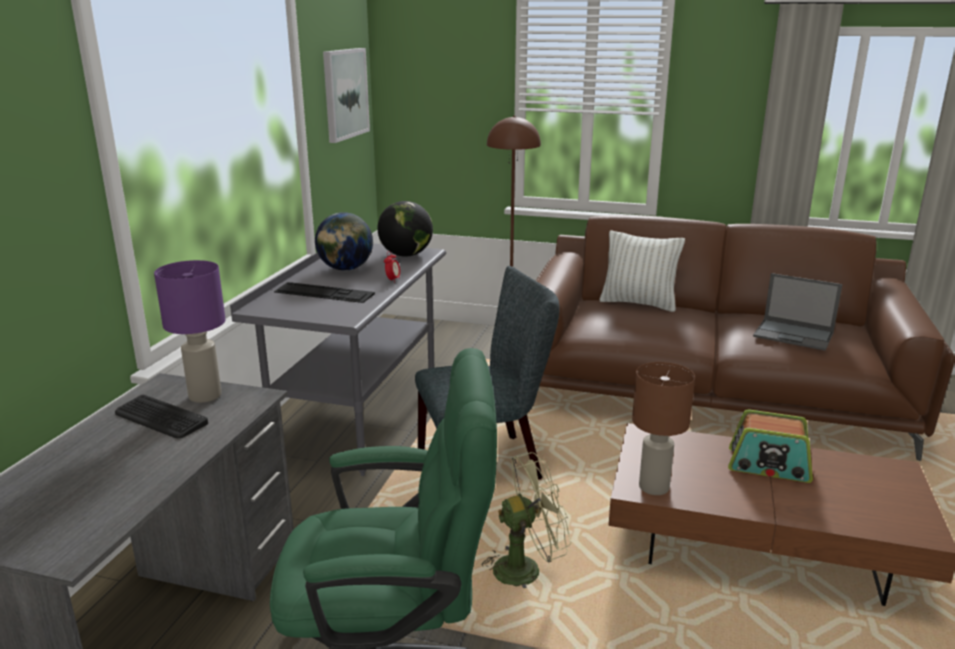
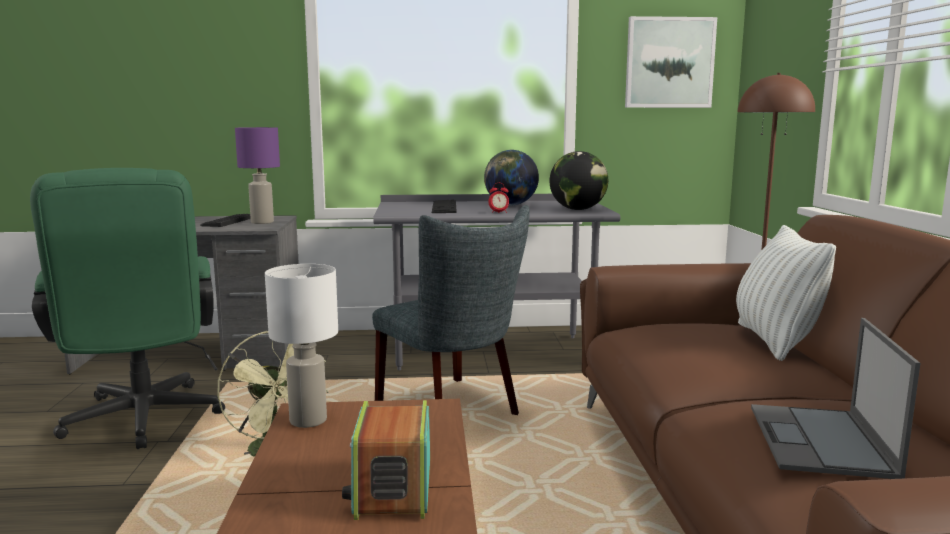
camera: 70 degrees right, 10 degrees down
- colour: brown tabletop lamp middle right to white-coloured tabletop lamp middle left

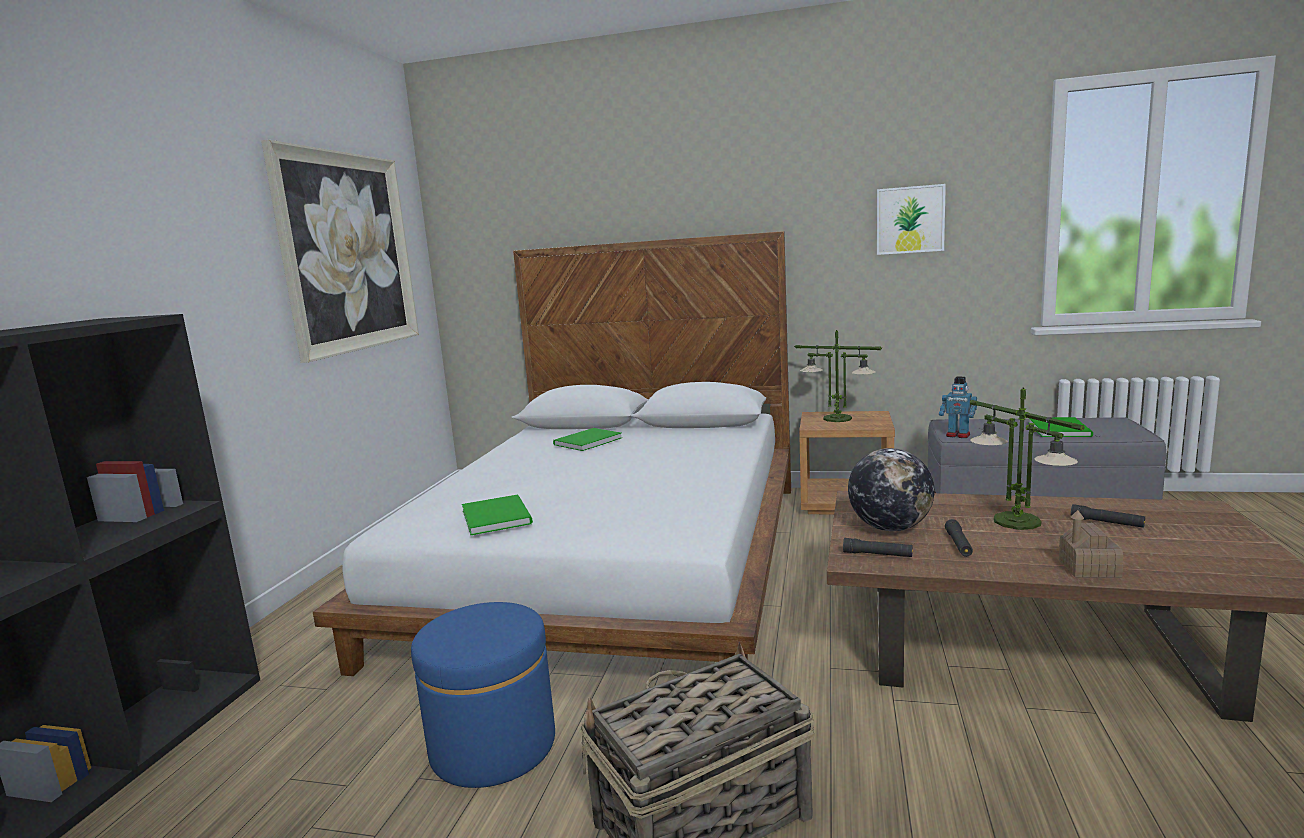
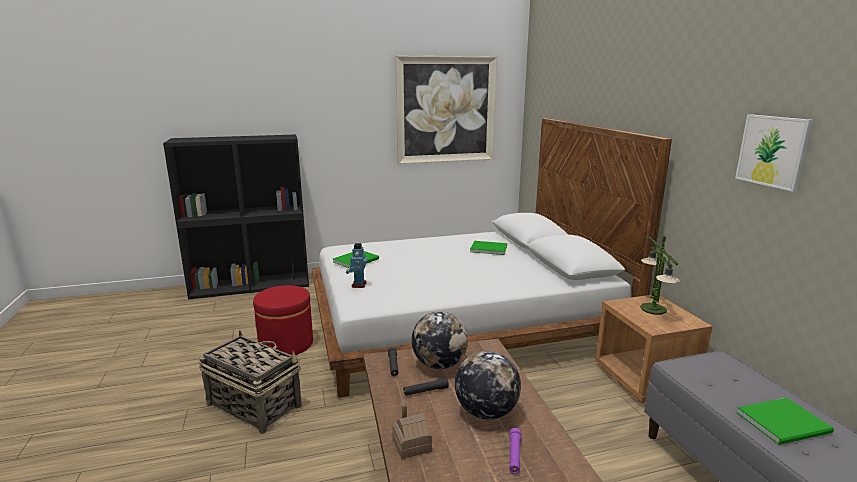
camera: 60 degrees right, 5 degrees up
- colour: blue footrest bottom centre to red-coloured footrest middle left
- relocated: robot figure middle right to centre
- exchanged: tabletop lamp (no. 2 from left) middle right to world globe (no. 2 from left) bottom centre
- colour: black-coloured flashlight (no. 3 from left) middle right to purplish flashlight bottom centre

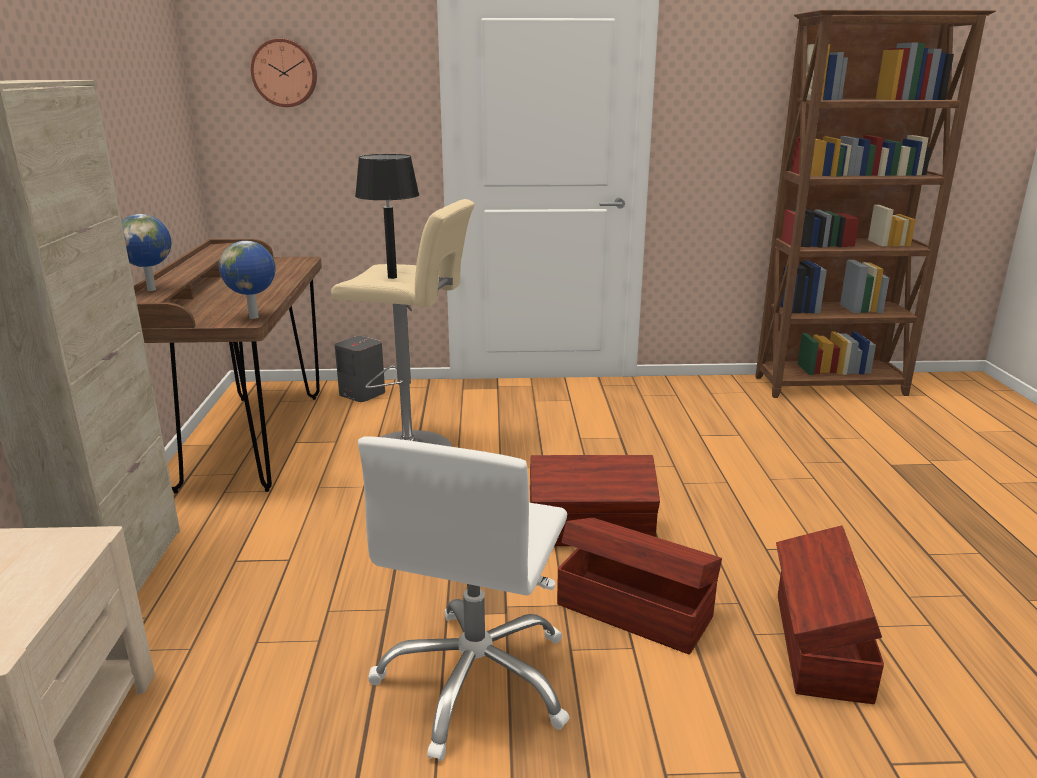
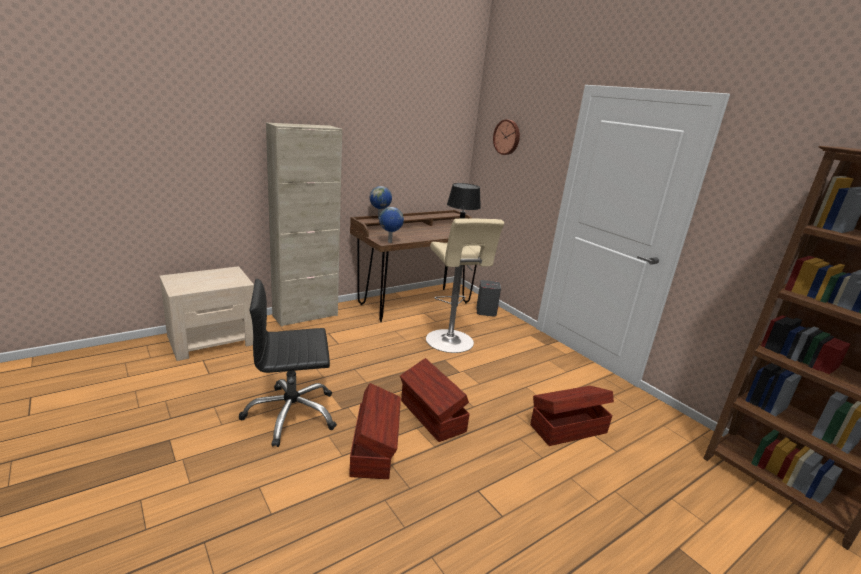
camera: 55 degrees right, 0 degrees up
- colour: white-coloured computer chair bottom centre to black-coloured computer chair centre
- relocated: brown storage bin (no. 3 from left) bottom right to bottom centre

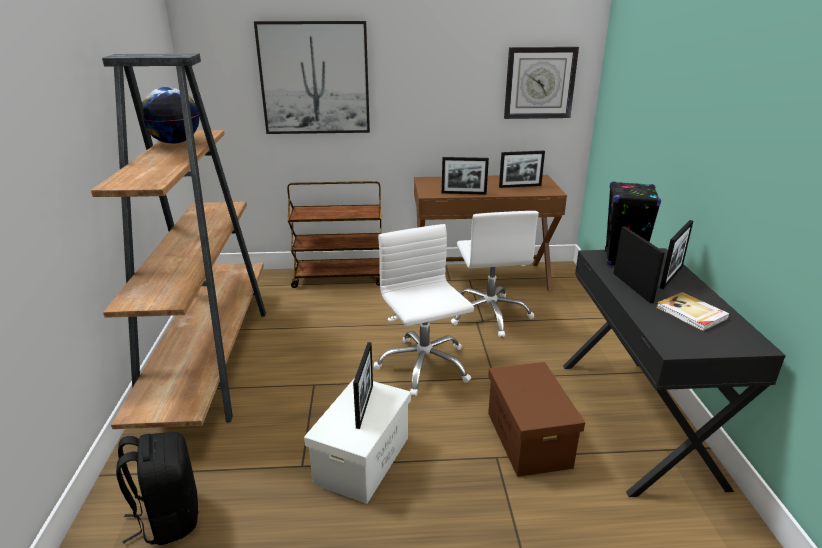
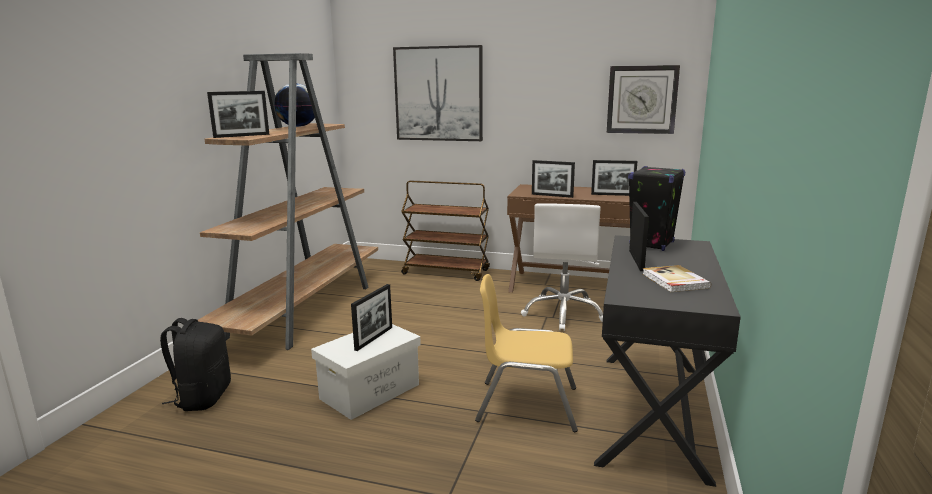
camera: 20 degrees right, 10 degrees down
- missing: white-coloured computer chair (no. 1 from left) centre
- exchanged: brown storage bin bottom centre to yellow-coloured upright chair bottom centre
- relocated: standing frame (no. 5 from left in the first image) middle right to standing frame (no. 1 from left) top left

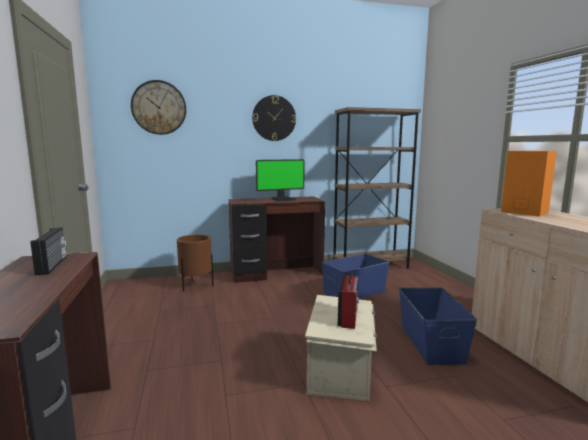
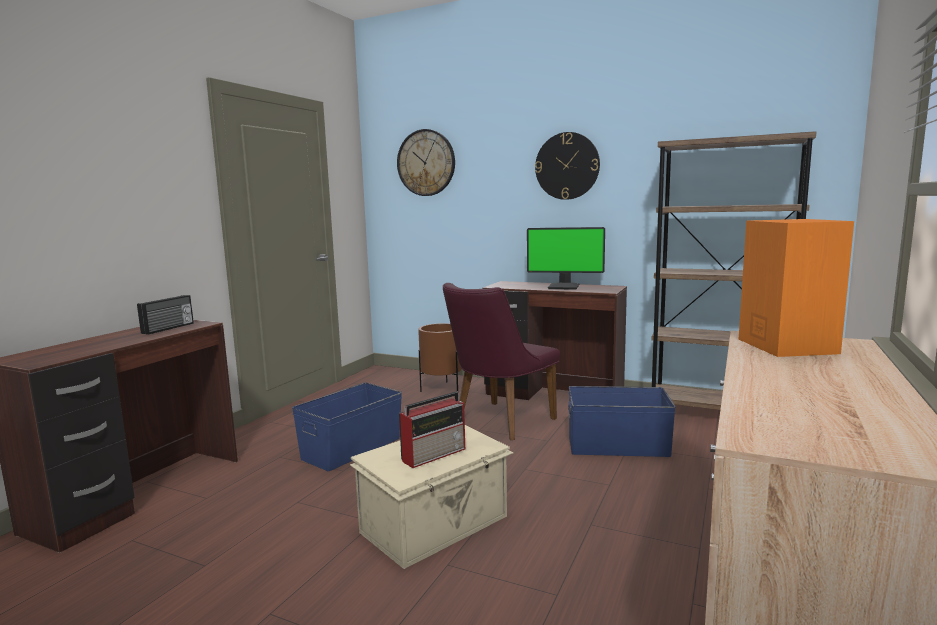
camera: 40 degrees right, 0 degrees up
- relocated: blue storage bin (no. 2 from left in the first image) bottom right to blue storage bin (no. 1 from left) bottom centre
- appeared: purplish upright chair centre

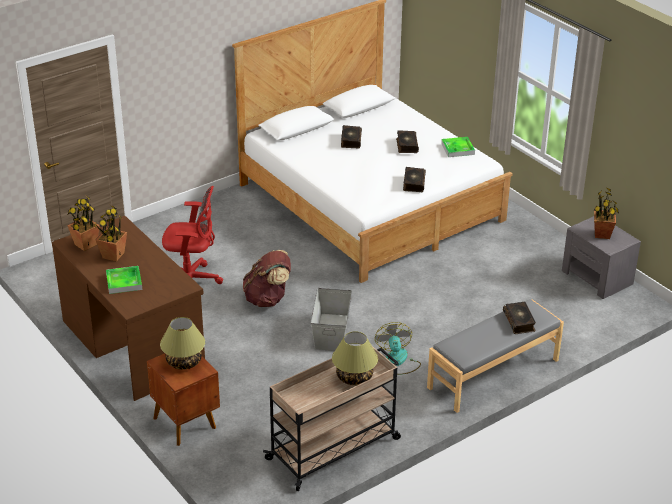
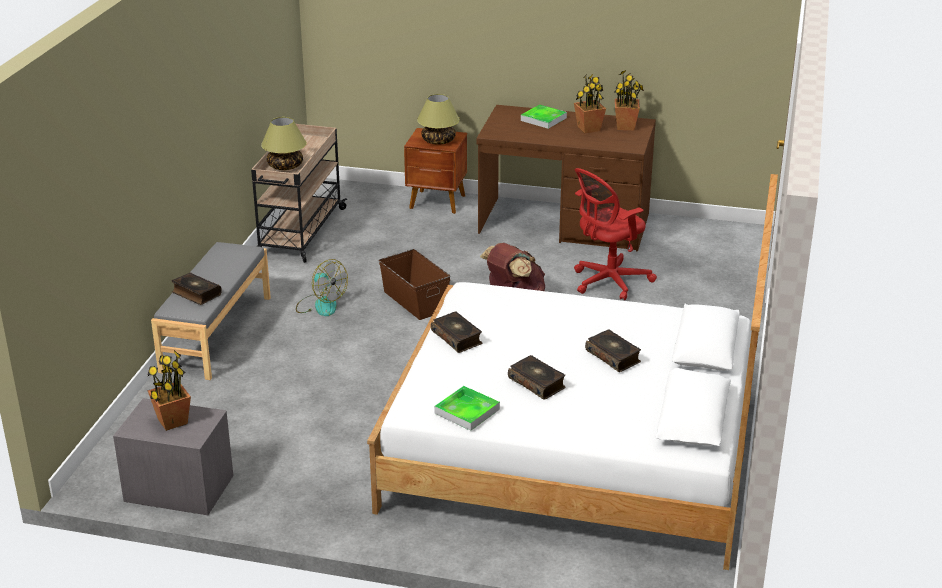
camera: 140 degrees right, 5 degrees down
- colour: greyish storage bin centre to brown storage bin centre

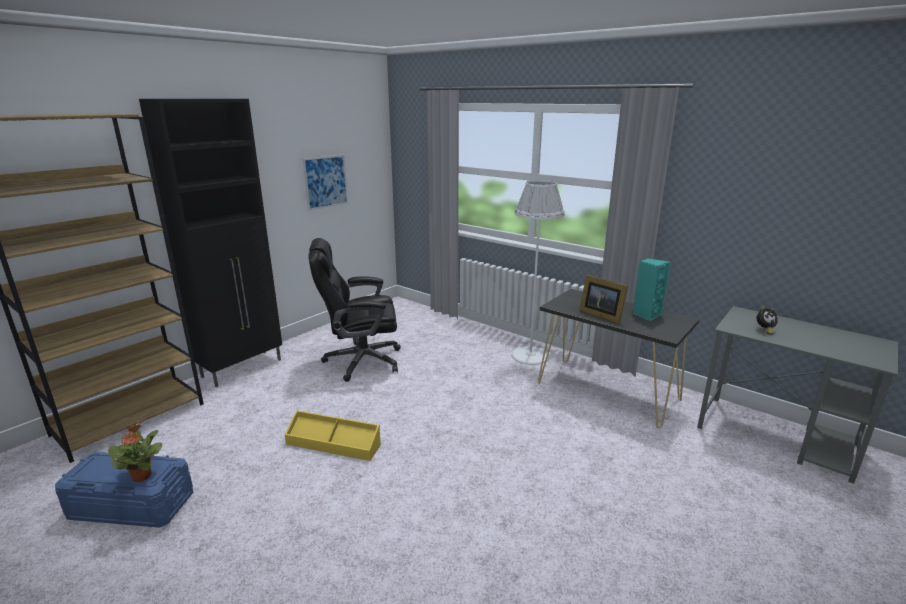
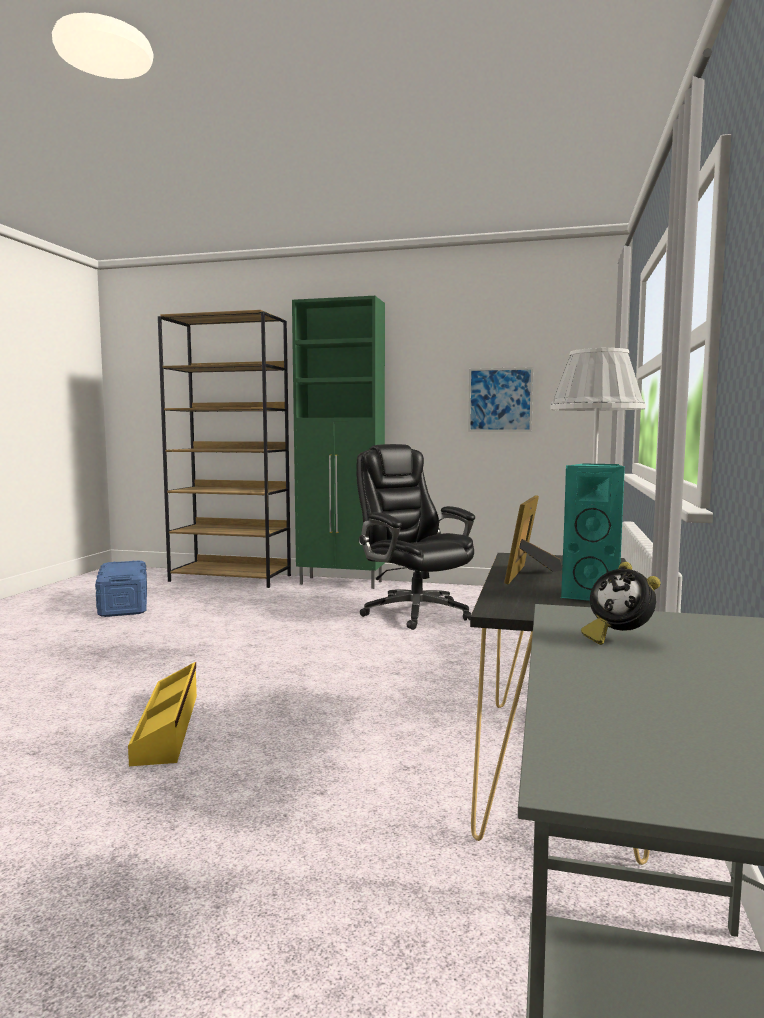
camera: 65 degrees right, 15 degrees down
- missing: plant in a pot bottom left
- colour: black-coloured cabinet middle left to green-coloured cabinet centre
- relocated: yellow-coloured storage bin bottom centre to bottom left

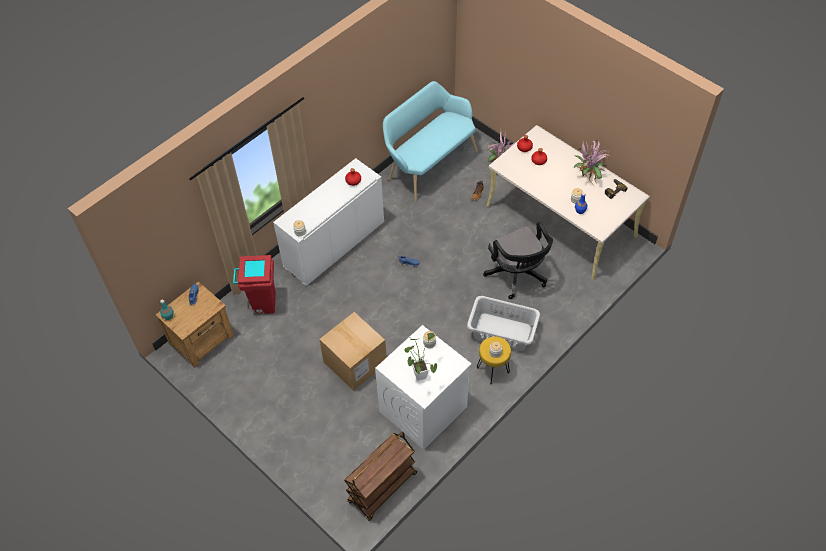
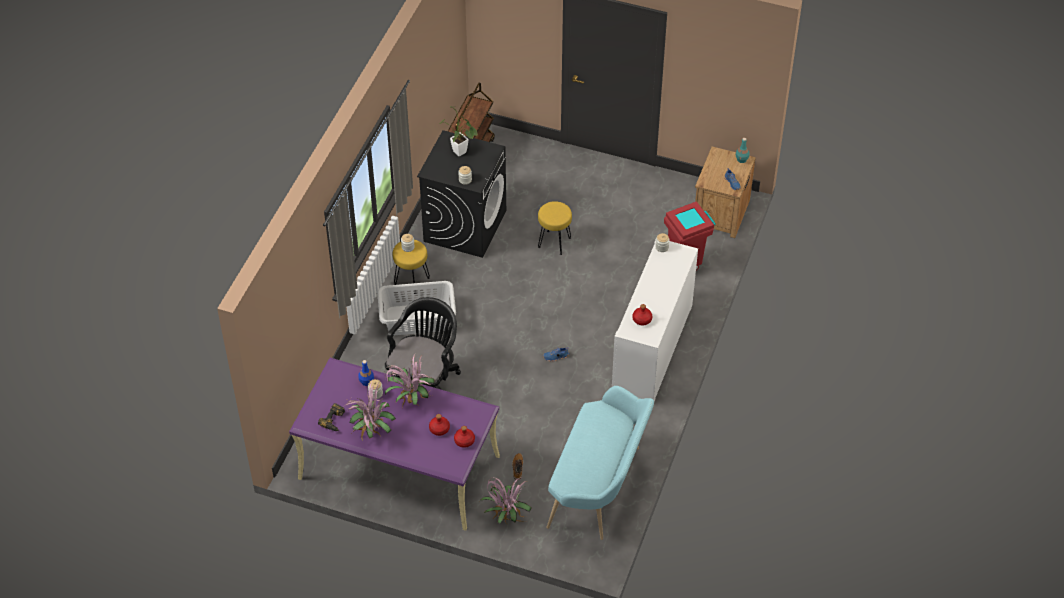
camera: 155 degrees right, 5 degrees down
- exchanged: carton centre to yellow-coloured stool (no. 2 from left) centre
- colour: white-coloured laundry machine bottom centre to black-coloured laundry machine top centre
- spun: black-coloured computer chair centre = centre 75 degrees clockwise
- colour: beige desk middle right to purplish desk bottom centre
- appeared: plant in a pot (no. 2 from left) centre

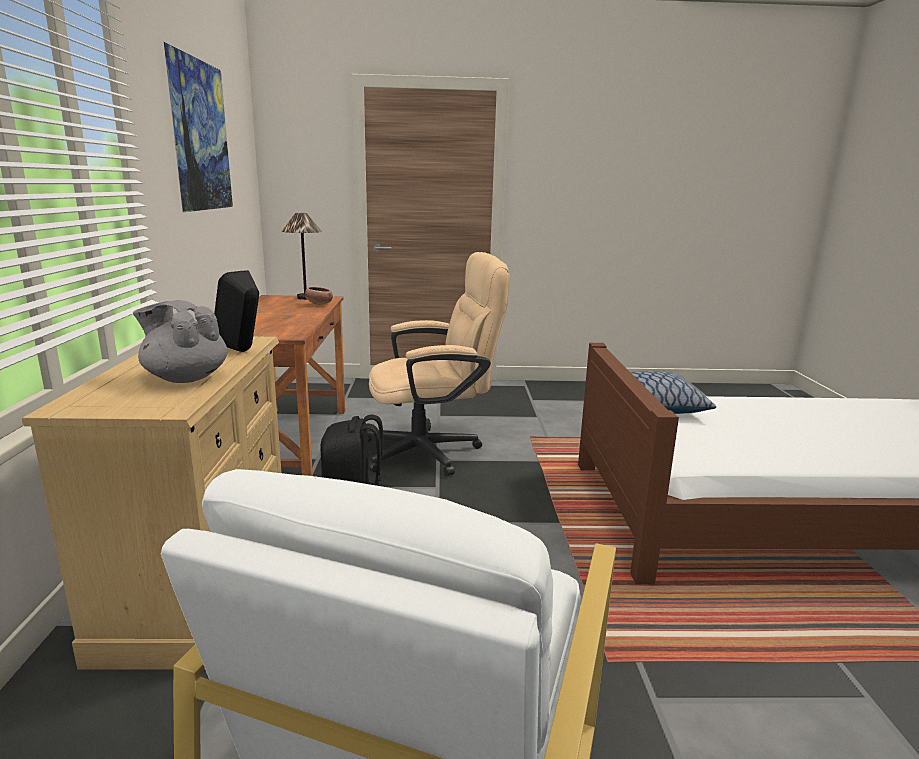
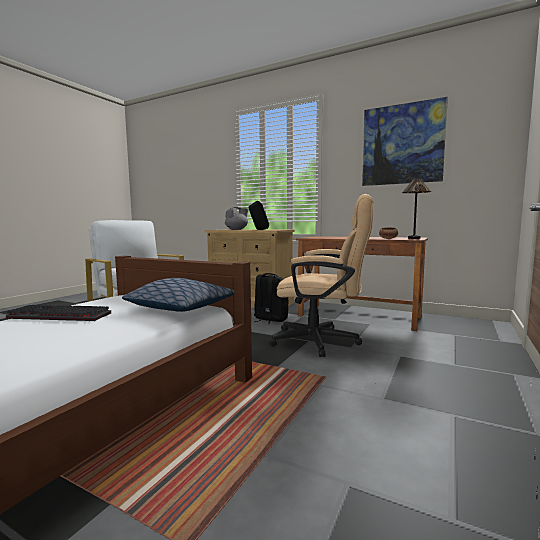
camera: 120 degrees right, 10 degrees down
- spun: beige computer chair centre = centre 90 degrees counterclockwise
- appeared: keyboard middle left

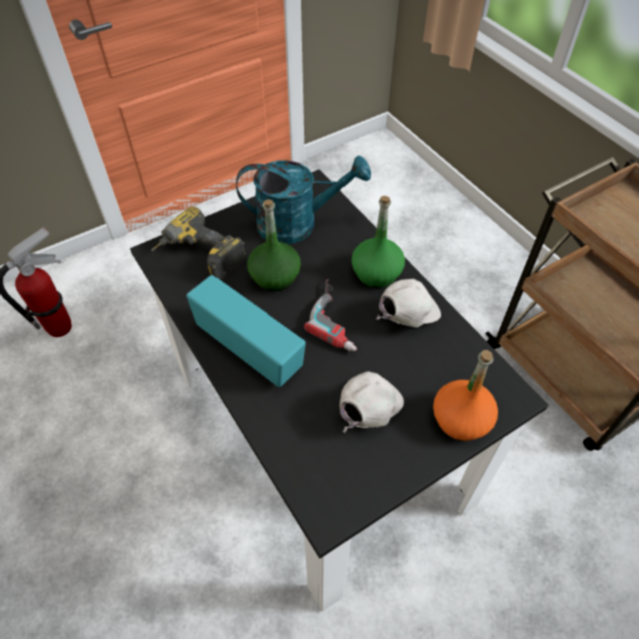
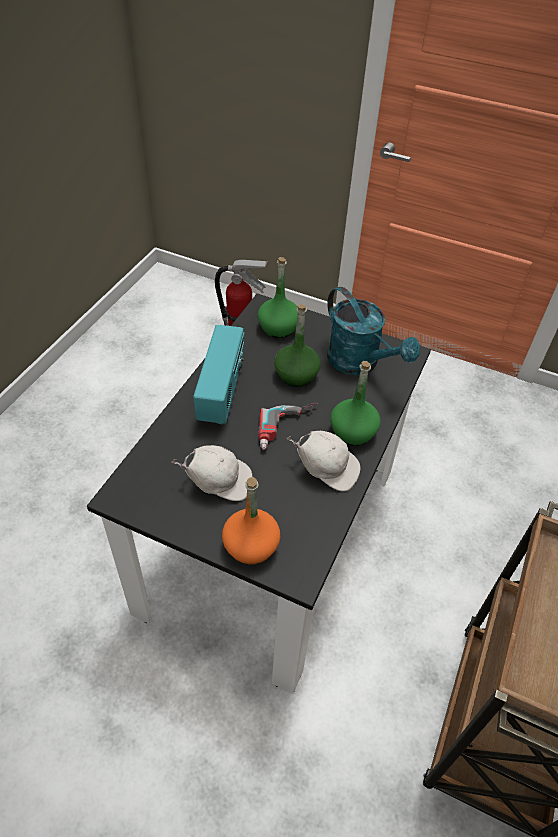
camera: 55 degrees right, 5 degrees down
- exchanged: drill (no. 1 from left) middle left to green-coloured drink bottle (no. 1 from left) centre

